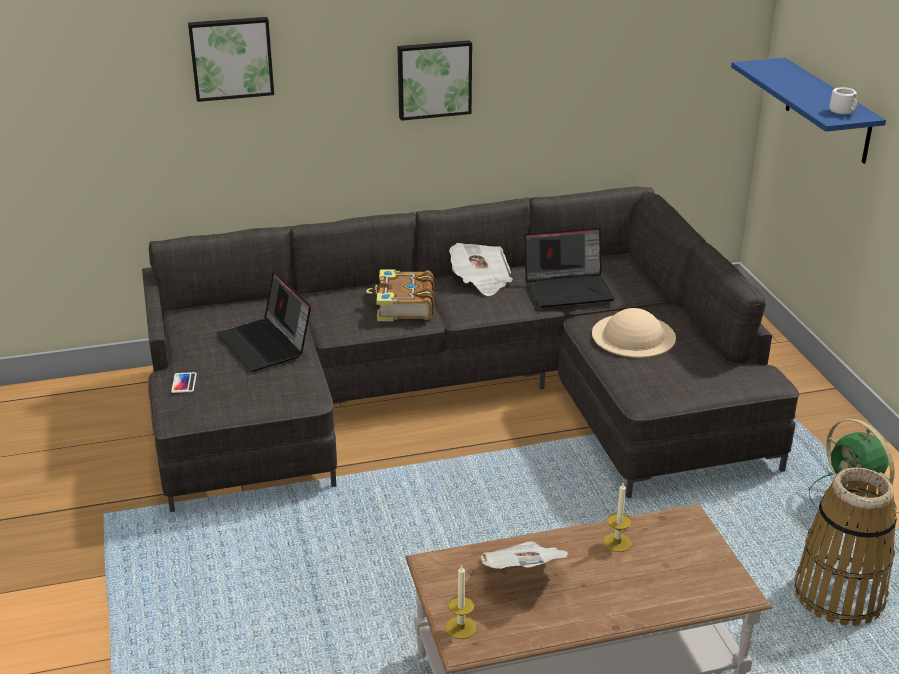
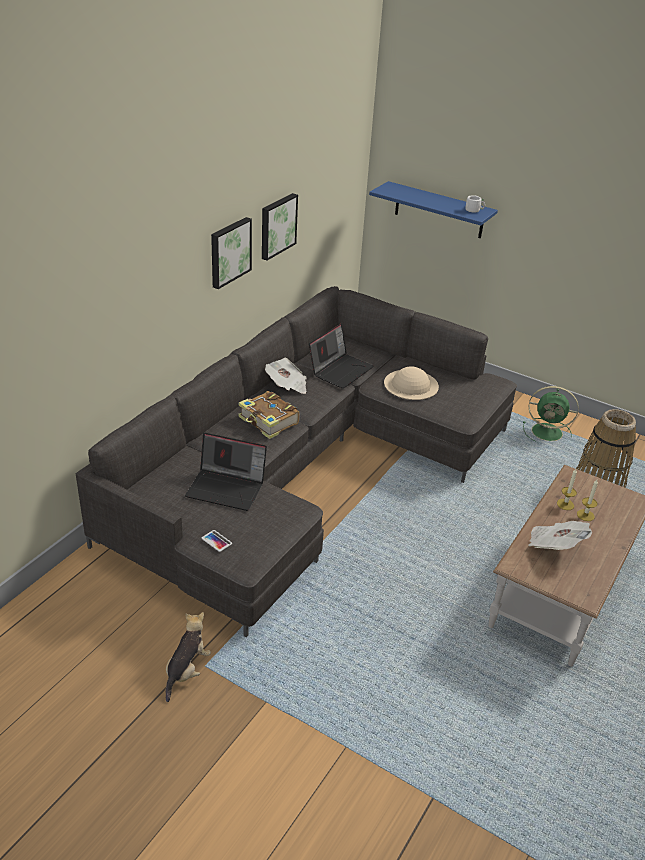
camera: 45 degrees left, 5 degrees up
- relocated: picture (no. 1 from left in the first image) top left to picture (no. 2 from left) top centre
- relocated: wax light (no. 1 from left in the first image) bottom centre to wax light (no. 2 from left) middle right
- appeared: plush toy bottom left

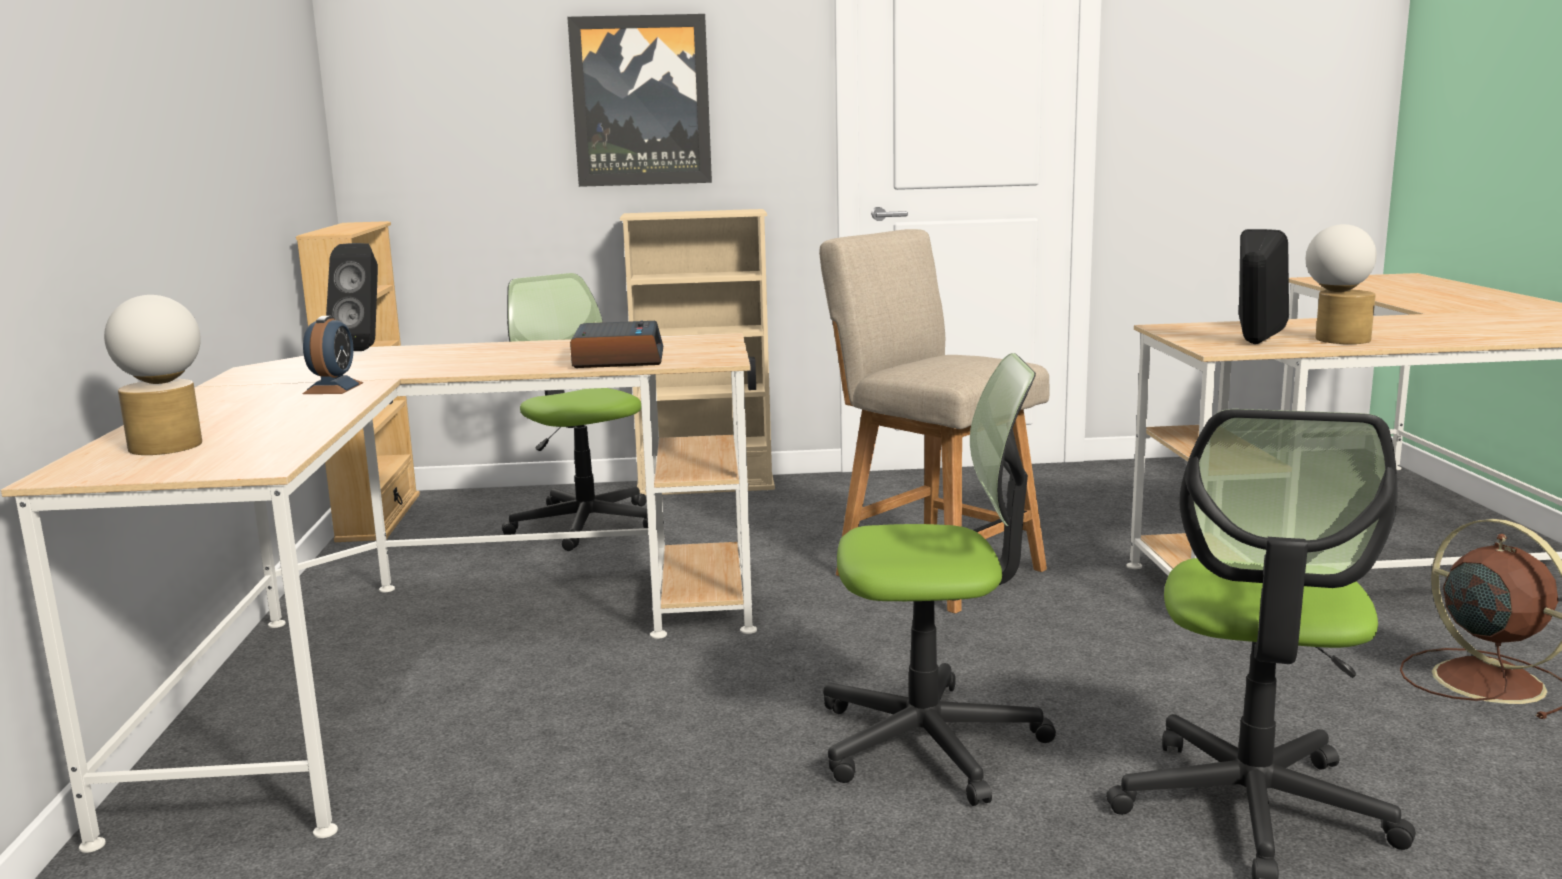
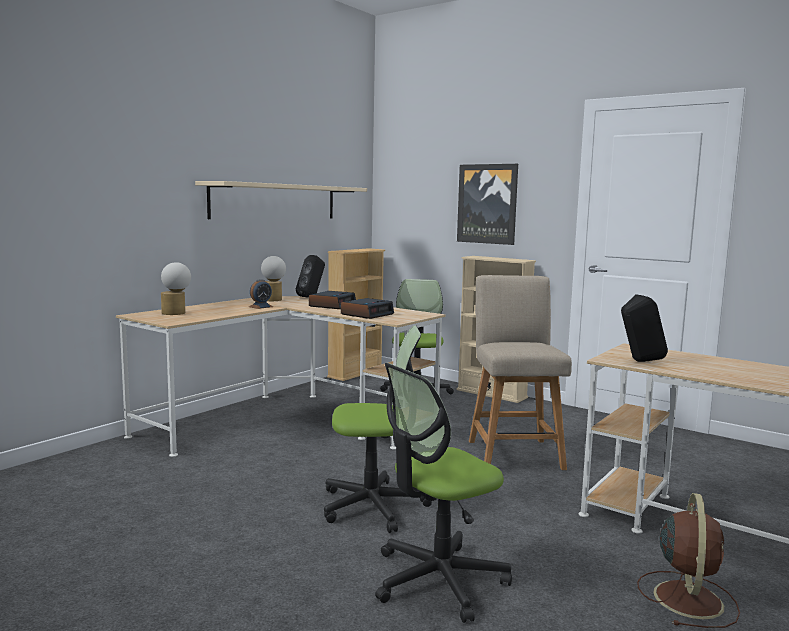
camera: 40 degrees right, 5 degrees down
- spun: computer chair (no. 2 from left in the first image) centre = bottom centre 45 degrees counterclockwise
- relocated: tabletop lamp (no. 2 from left) top right to centre
- appeared: beige shelf top centre
- appeared: table clock (no. 2 from left) centre

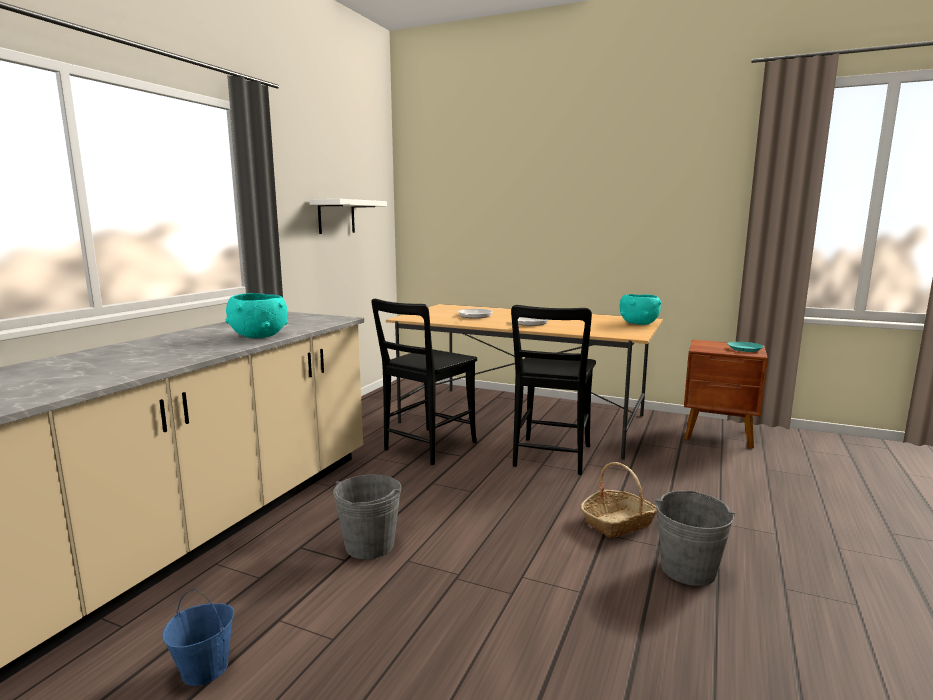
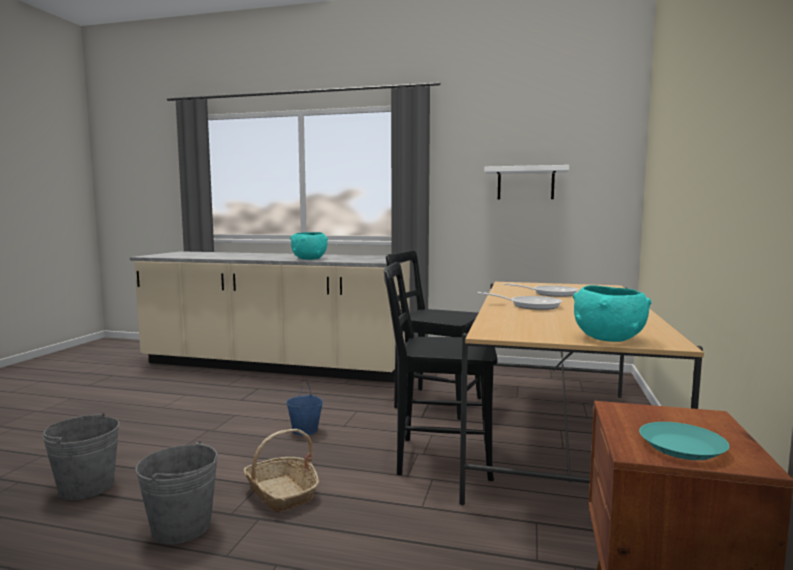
camera: 80 degrees right, 5 degrees down
- relocated: blue water bucket bottom left to bottom centre
- relocated: greyish water bucket (no. 1 from left) bottom centre to bottom left

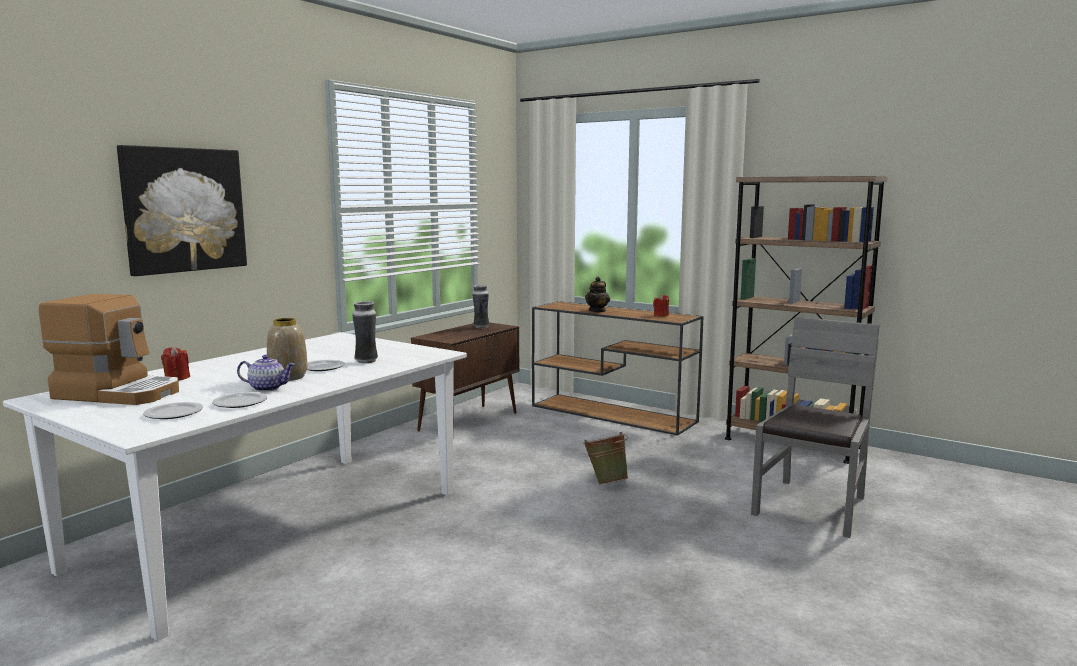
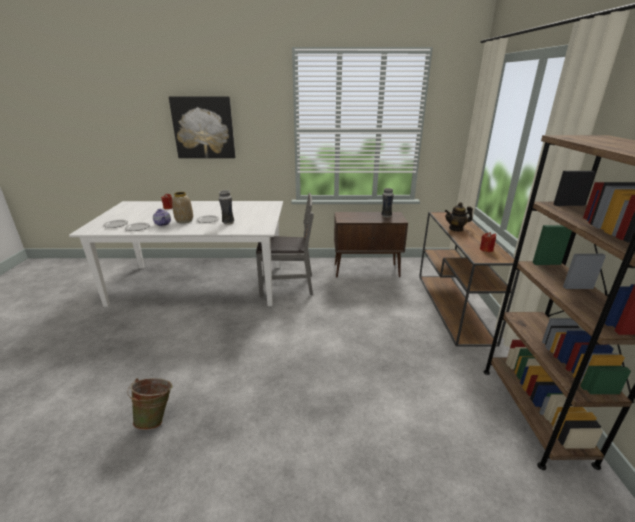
camera: 55 degrees right, 15 degrees up
- missing: coffee machine middle left
- relocated: green-coloured water bucket bottom centre to bottom left
- relocated: greyish upright chair middle right to centre

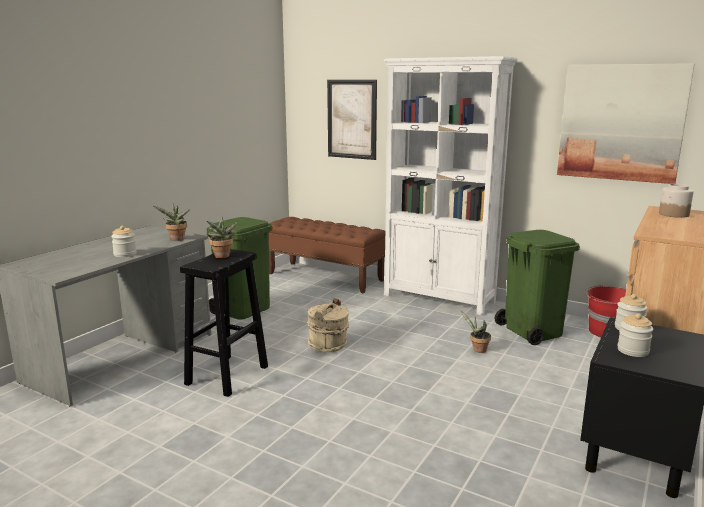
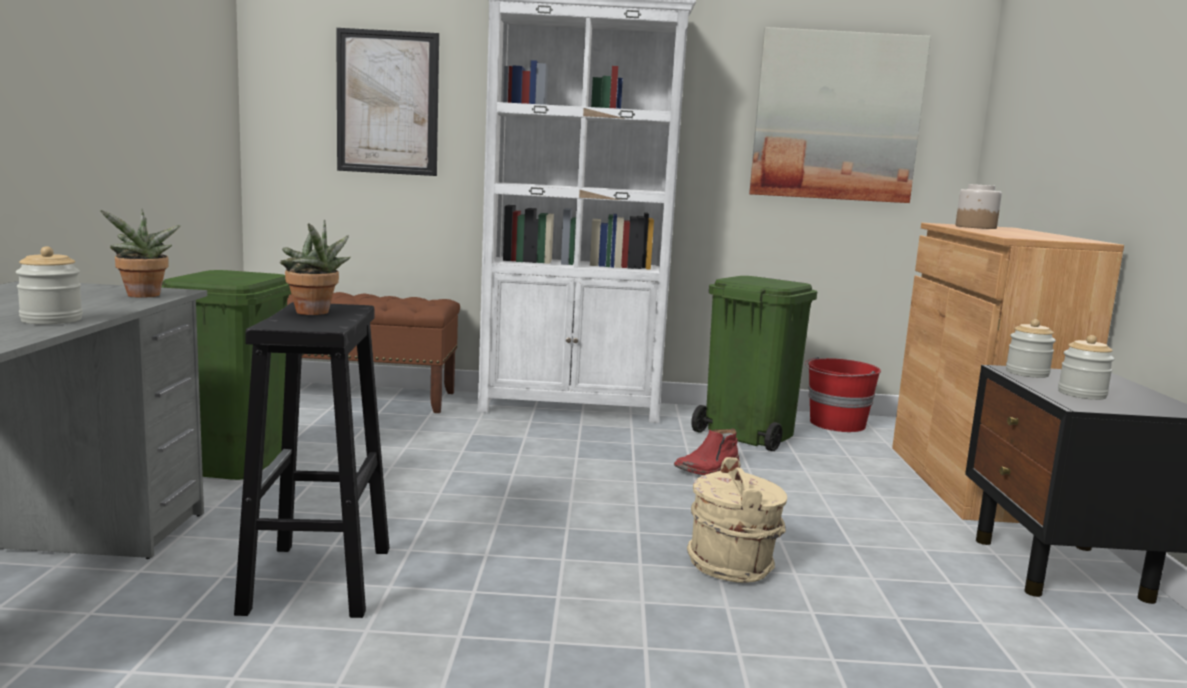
camera: 30 degrees left, 5 degrees down
- relocated: beige water bucket centre to bottom centre
- exchanged: plant in a pot (no. 3 from left) middle right to red-coloured tall boot centre

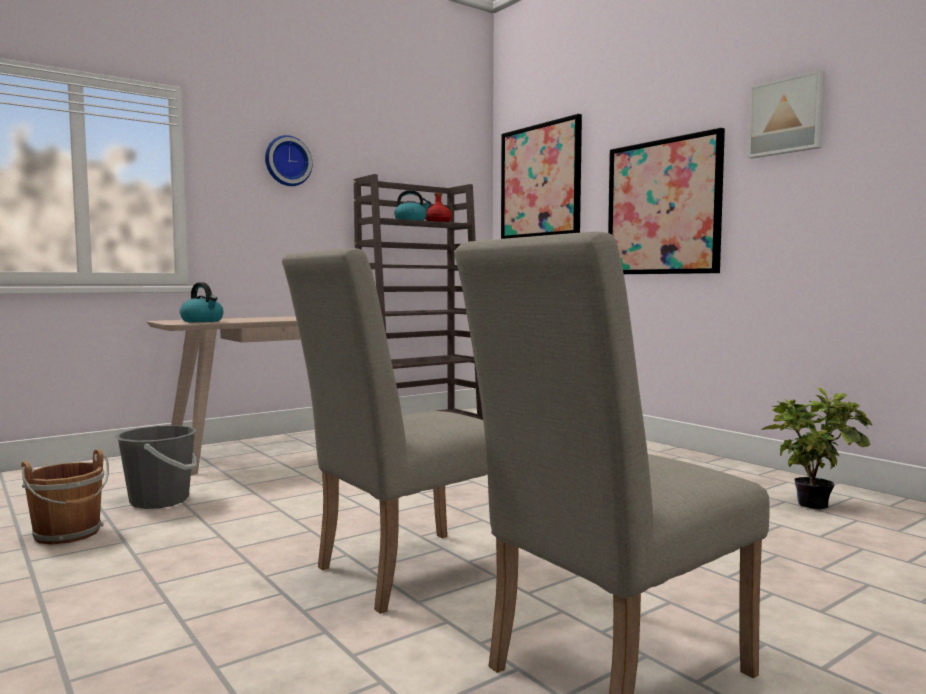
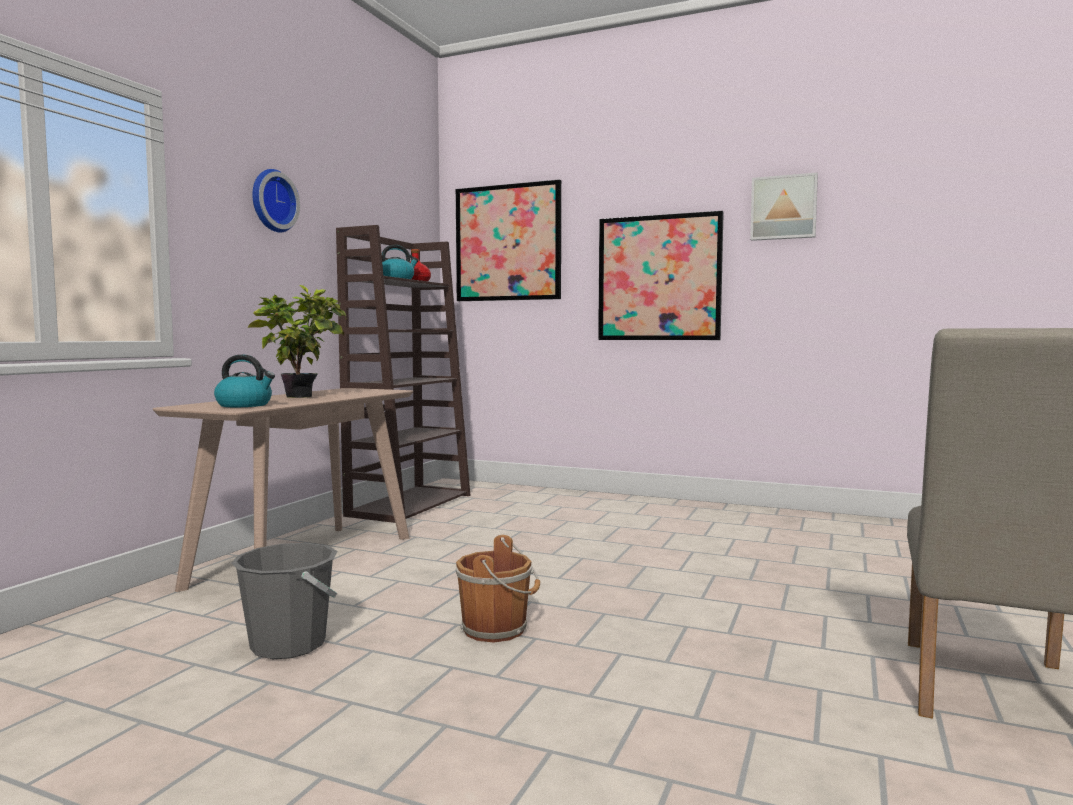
camera: 30 degrees left, 0 degrees up
- relocated: brown water bucket bottom left to bottom centre
- missing: beige upright chair (no. 1 from left) centre
- relocated: plant in a pot middle right to middle left

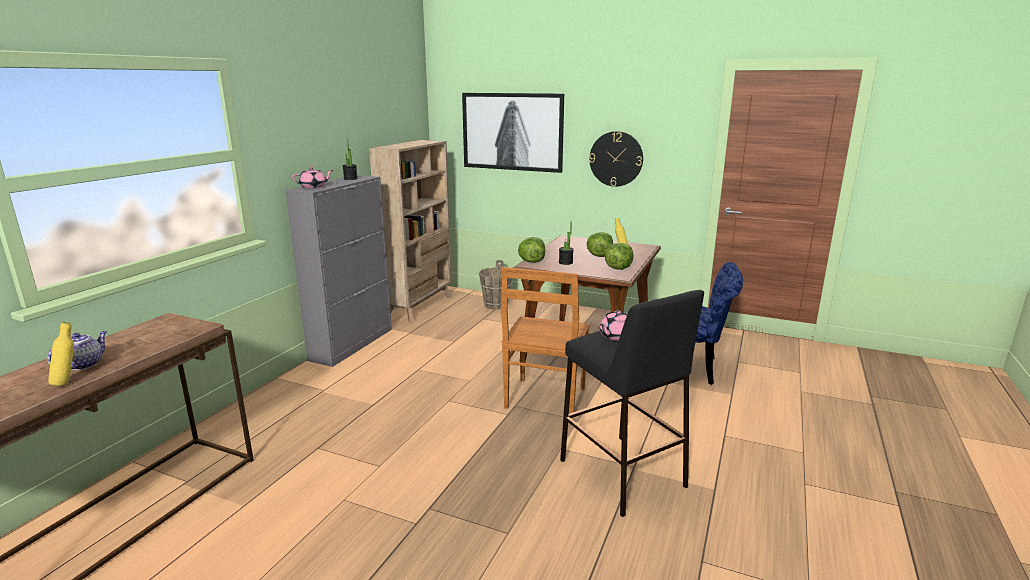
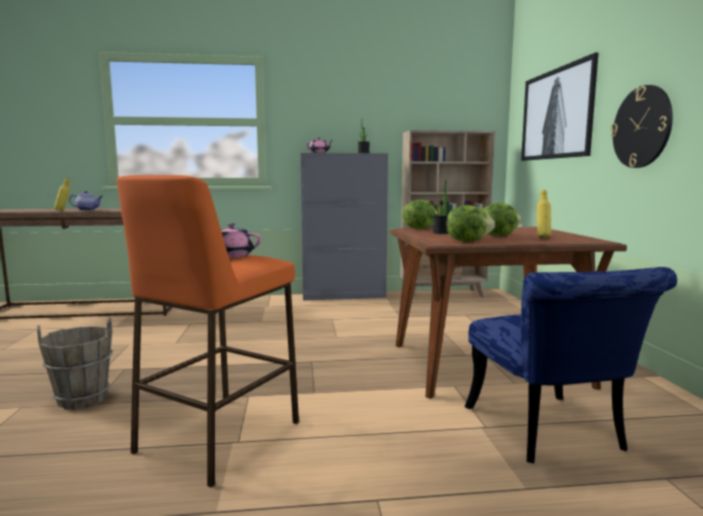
camera: 60 degrees right, 10 degrees down
- relocated: brown water bucket centre to bottom left
- missing: brown upright chair centre
- colour: black-coloured stool bottom centre to orange-coloured stool middle left

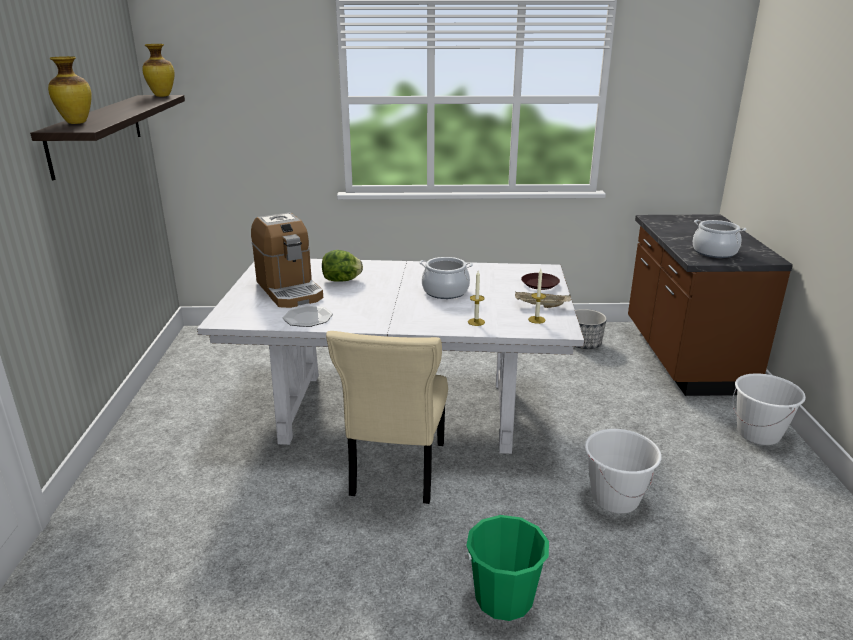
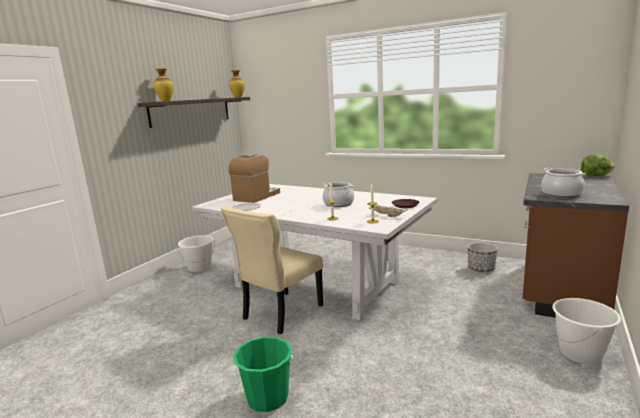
camera: 30 degrees right, 10 degrees down
- spun: coffee machine centre = centre 150 degrees counterclockwise
- relocated: lettuce head centre to middle right
- relocated: white-coloured water bucket (no. 1 from left) bottom right to middle left

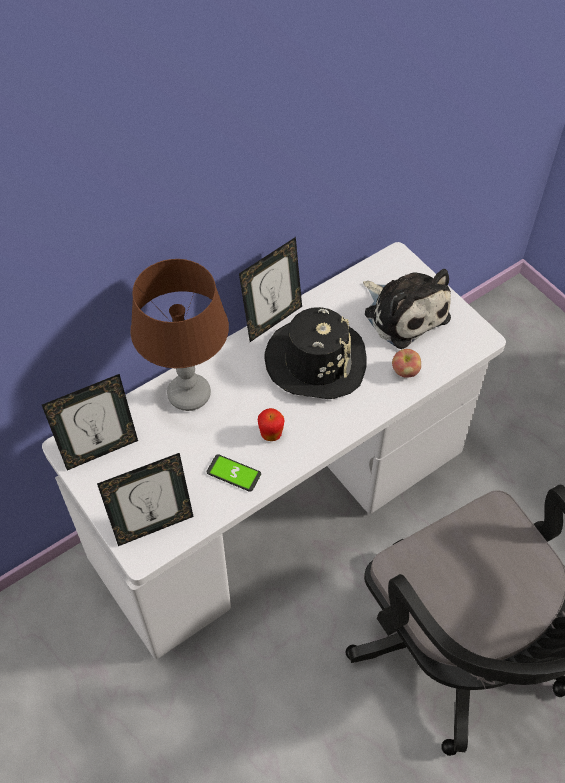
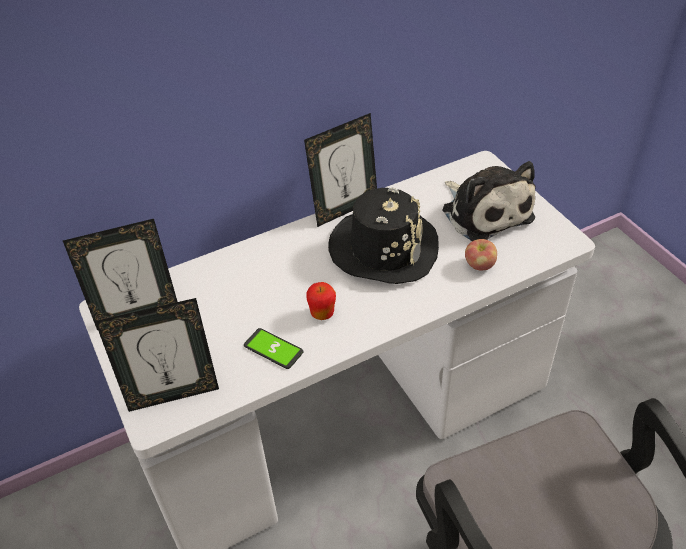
camera: 10 degrees right, 10 degrees down
- missing: brown tabletop lamp middle left

